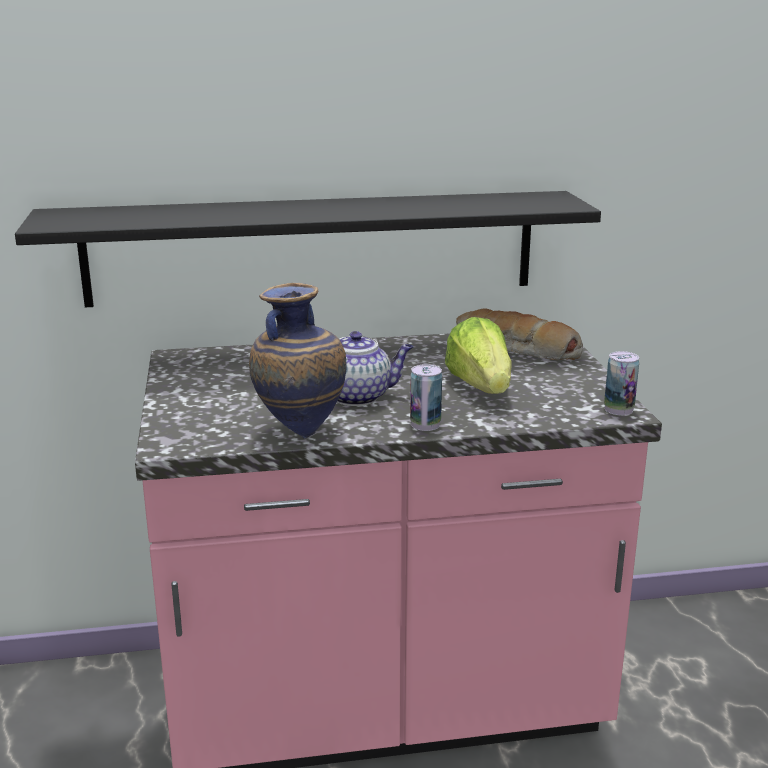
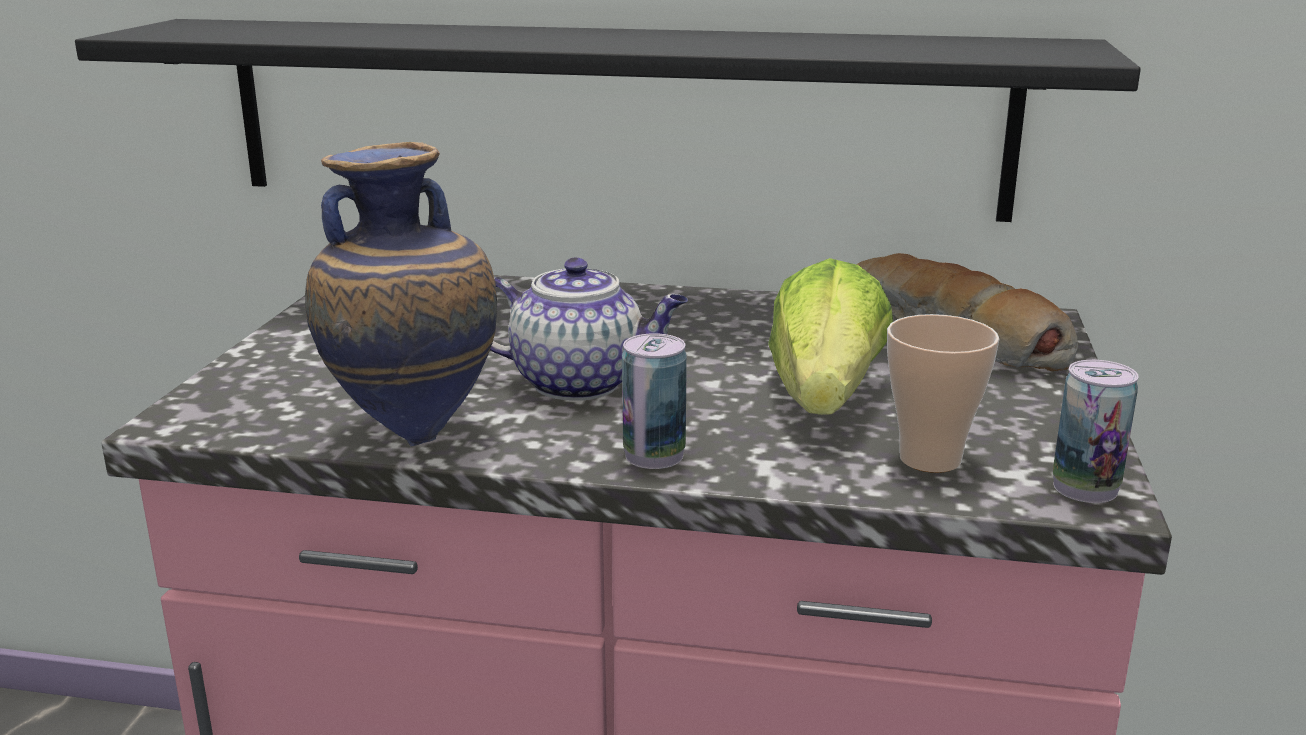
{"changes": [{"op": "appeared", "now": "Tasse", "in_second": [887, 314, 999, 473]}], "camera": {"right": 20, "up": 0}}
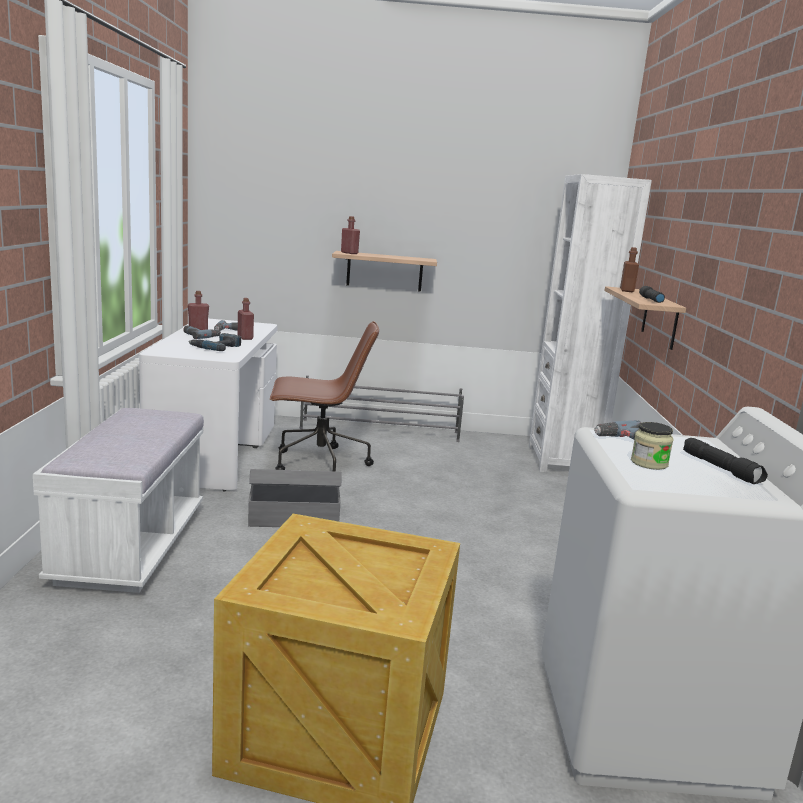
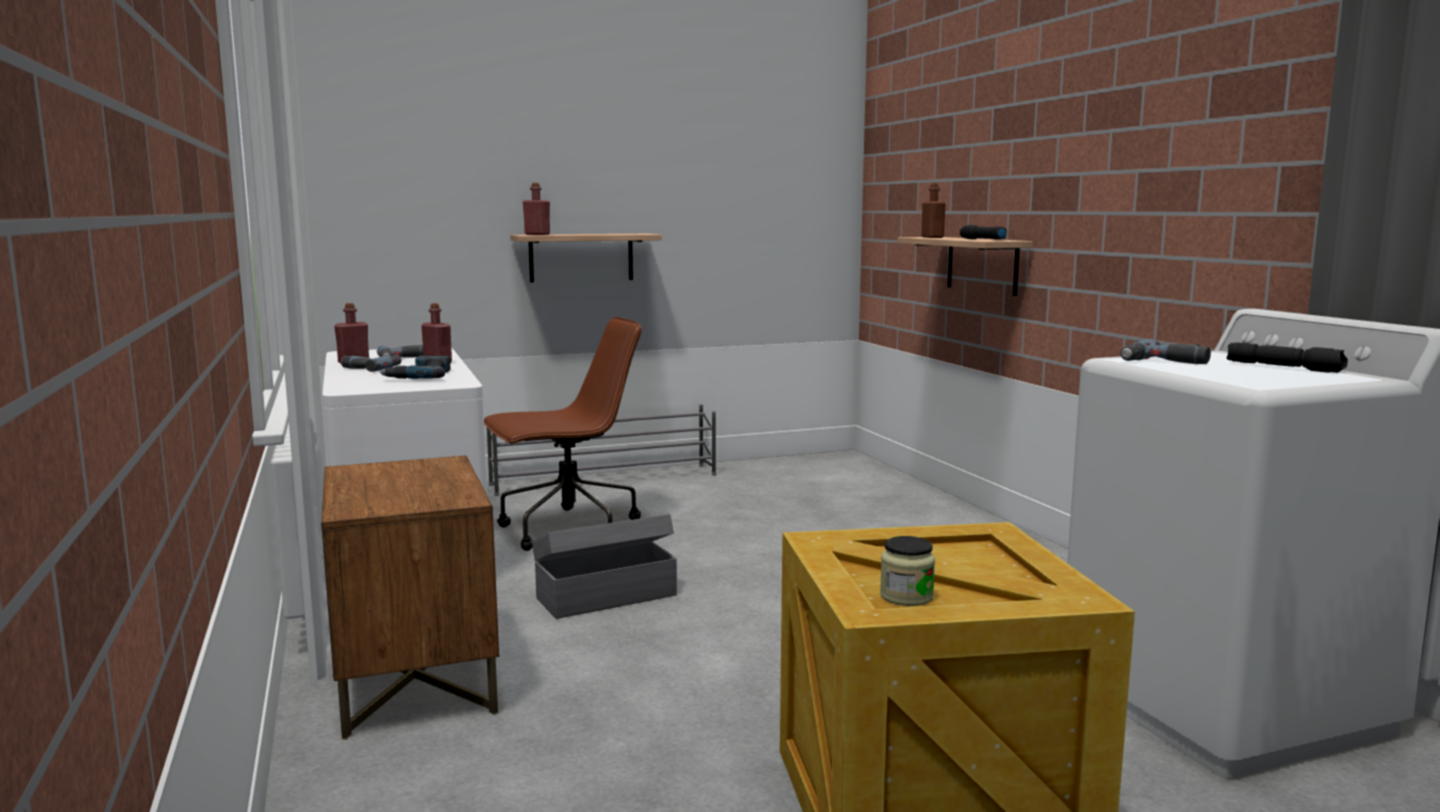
{"changes": [{"op": "exchanged", "was": "Bank/weiß", "now": "Nachttisch/braun", "in_first": [33, 408, 204, 593], "in_second": [321, 455, 499, 740]}, {"op": "relocated", "was": "Vorratsglas", "in_first": [631, 422, 673, 470], "in_second": [880, 536, 935, 606]}, {"op": "missing", "was": "Bücherregal/weiß", "in_first": [529, 174, 652, 472]}], "camera": {"right": -20, "up": -5}}
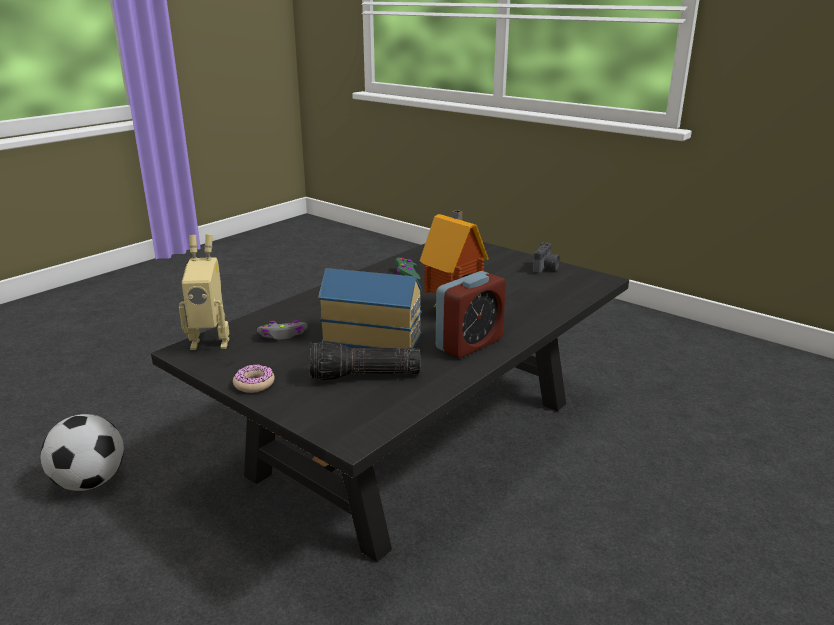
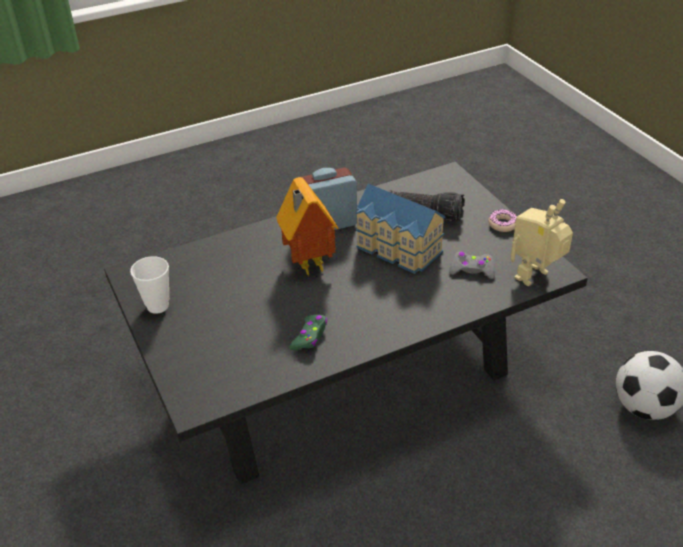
{"changes": [{"op": "exchanged", "was": "Kamera", "now": "Tasse", "in_first": [533, 242, 560, 274], "in_second": [130, 256, 169, 314]}, {"op": "spun", "was": "Spielzeugroboter", "in_first": [179, 234, 229, 350], "in_second": [511, 199, 573, 286], "clockwise": -60}], "camera": {"right": -155, "up": 15}}
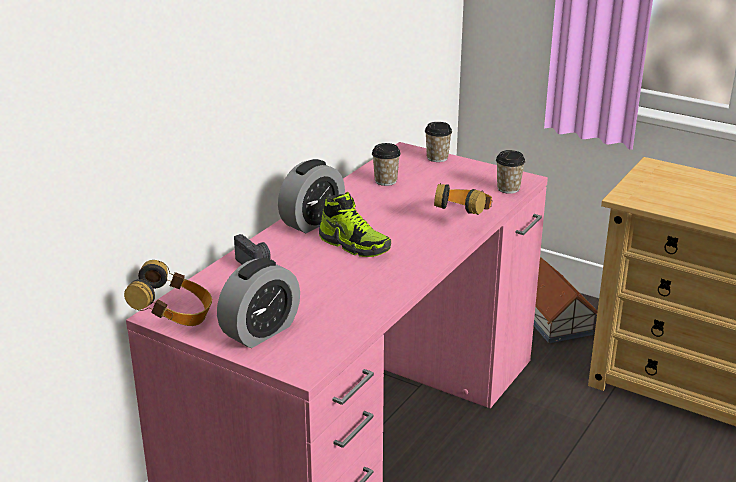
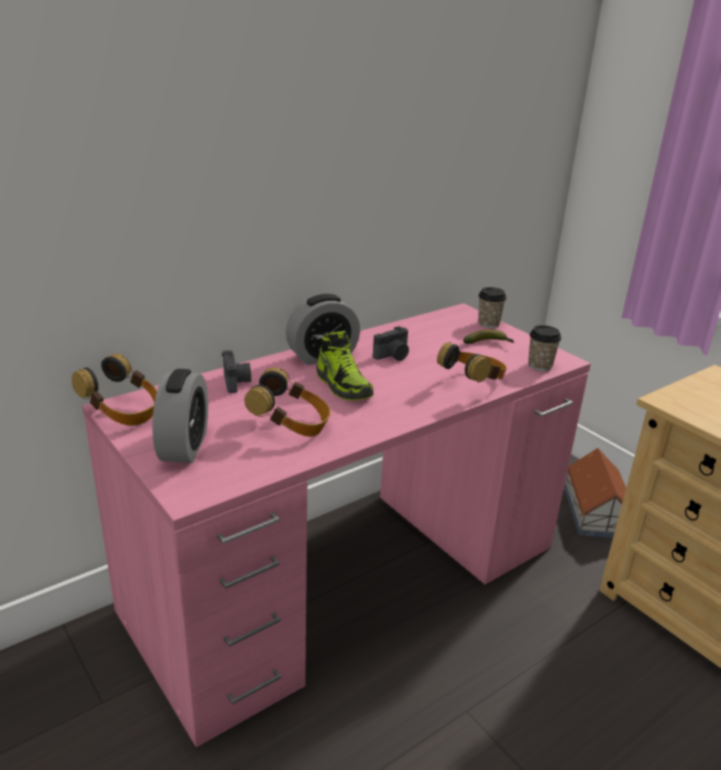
{"changes": [{"op": "spun", "was": "Wecker", "in_first": [217, 258, 300, 348], "in_second": [152, 369, 208, 463], "clockwise": -60}, {"op": "appeared", "now": "Kopfhörer", "in_second": [244, 367, 331, 437]}, {"op": "appeared", "now": "Kamera", "in_second": [373, 326, 409, 361]}, {"op": "appeared", "now": "Banane", "in_second": [463, 330, 514, 344]}, {"op": "missing", "was": "Tasse", "in_first": [372, 143, 401, 186]}], "camera": {"right": 20, "up": 0}}
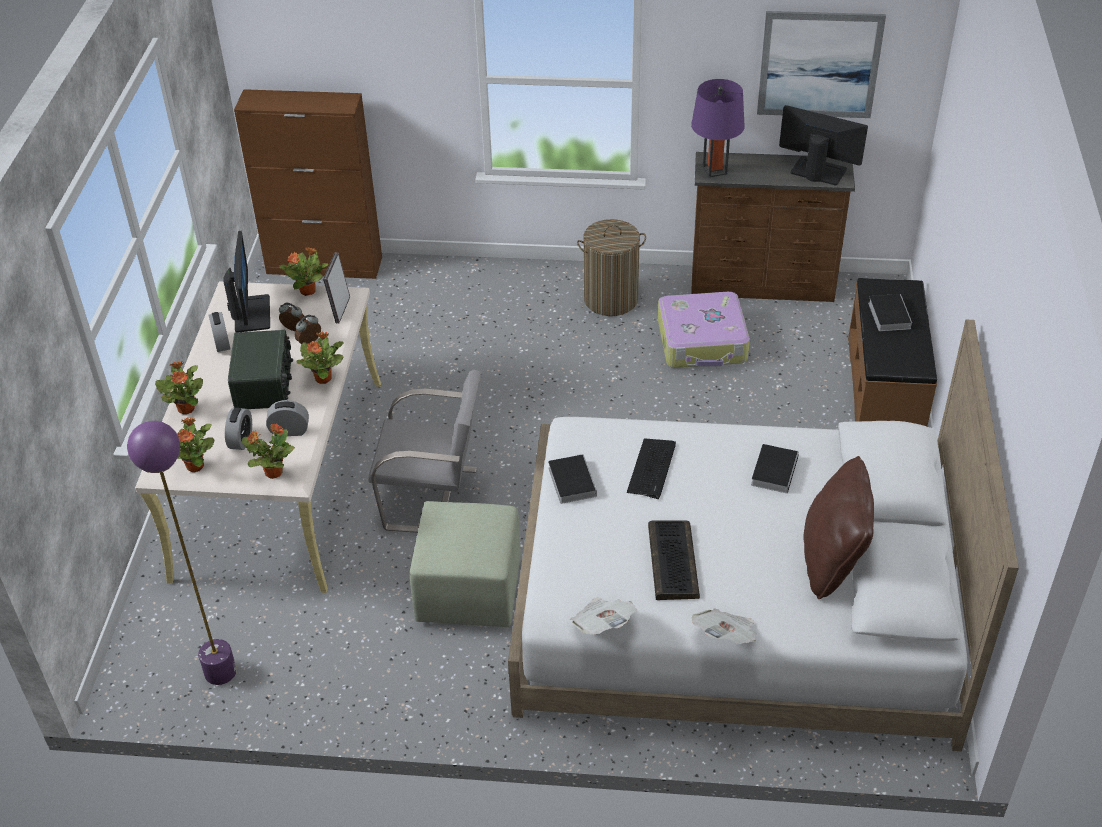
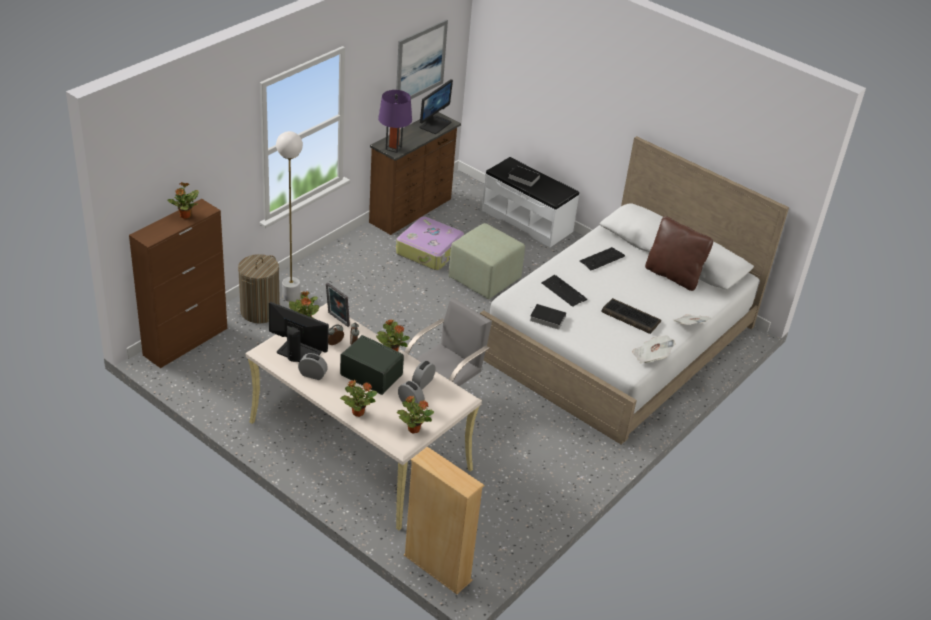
{"changes": [{"op": "relocated", "was": "Topfpflanze", "in_first": [242, 424, 295, 479], "in_second": [167, 182, 199, 219]}, {"op": "relocated", "was": "Wäschekorb", "in_first": [577, 219, 646, 316], "in_second": [238, 254, 280, 323]}, {"op": "appeared", "now": "Stehlampe/weiß", "in_second": [276, 131, 303, 302]}, {"op": "appeared", "now": "Bücherregal/beige", "in_second": [404, 447, 485, 594]}, {"op": "spun", "was": "Monitor", "in_first": [779, 105, 868, 185], "in_second": [420, 79, 453, 134], "clockwise": 150}, {"op": "relocated", "was": "Polsterhocker/grün", "in_first": [410, 501, 521, 627], "in_second": [448, 223, 525, 299]}, {"op": "colour", "was": "Bank/braun", "now": "Bank/weiß", "in_first": [848, 278, 937, 426], "in_second": [482, 157, 579, 247]}, {"op": "exchanged", "was": "Buch", "now": "Tastatur", "in_first": [751, 444, 799, 494], "in_second": [580, 247, 625, 270]}, {"op": "missing", "was": "Stehlampe/lila", "in_first": [127, 421, 237, 685]}], "camera": {"right": -60, "up": -5}}
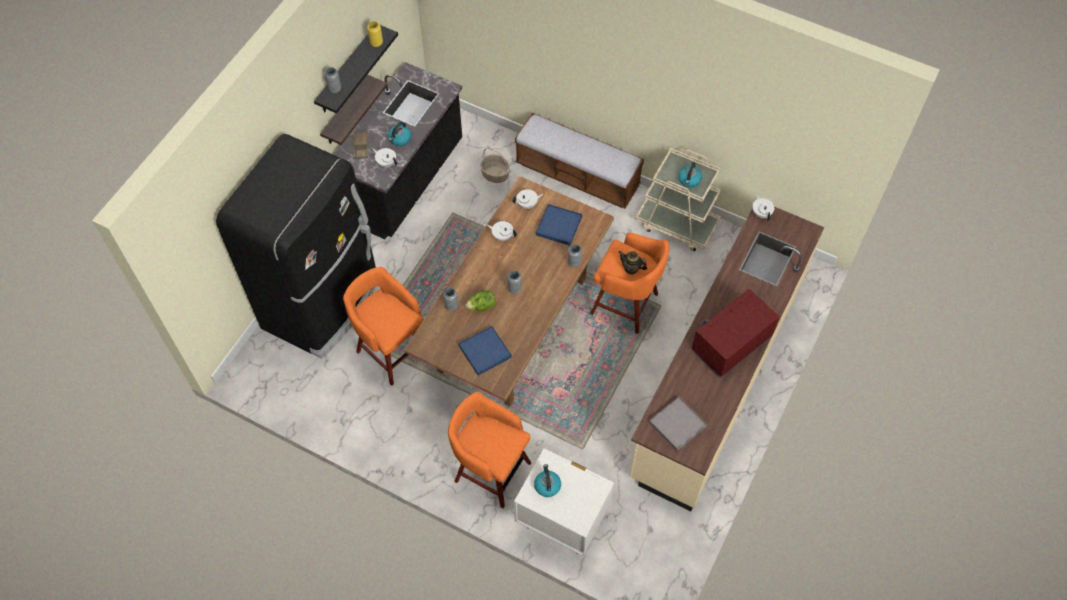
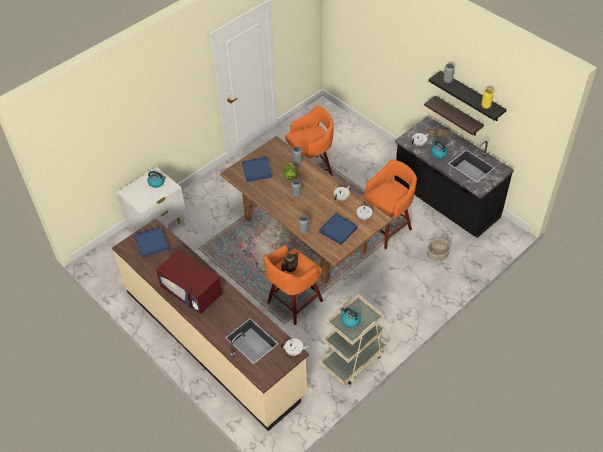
{"changes": [{"op": "colour", "was": "Tablett/grau", "now": "Tablett/blau", "in_first": [649, 397, 707, 451], "in_second": [134, 227, 169, 258]}, {"op": "spun", "was": "Mikrowelle/rot", "in_first": [692, 289, 779, 378], "in_second": [156, 250, 222, 314], "clockwise": 150}, {"op": "relocated", "was": "Hocker/orange", "in_first": [448, 392, 531, 508], "in_second": [362, 160, 417, 250]}, {"op": "missing", "was": "Kühlschrank/schwarz", "in_first": [216, 134, 376, 359]}, {"op": "missing", "was": "Bank", "in_first": [515, 113, 644, 209]}], "camera": {"right": 110, "up": -10}}
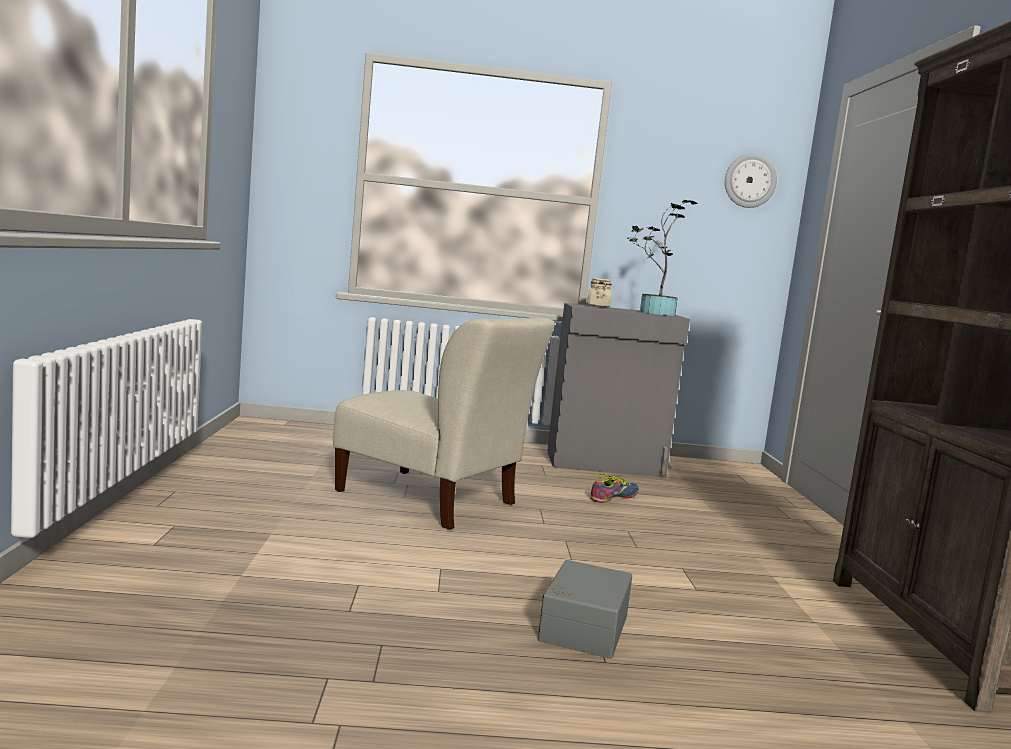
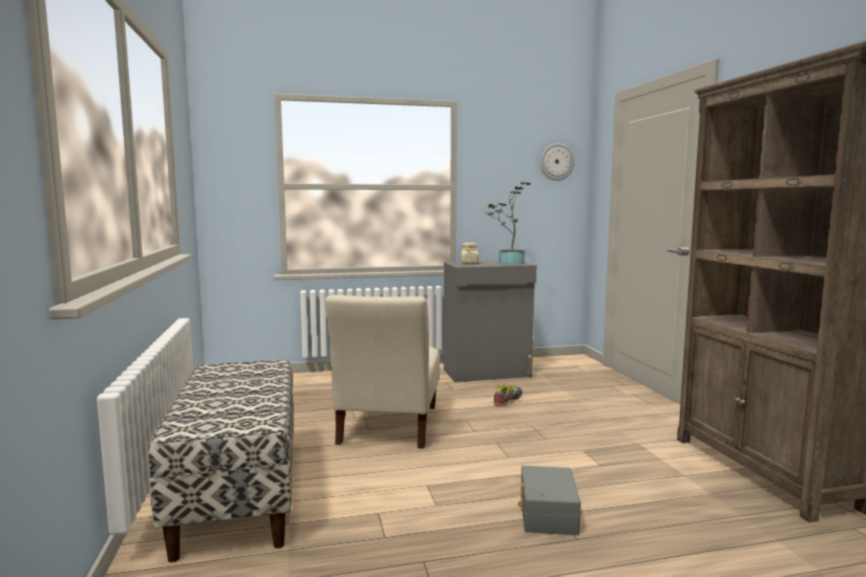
{"changes": [{"op": "appeared", "now": "Bank", "in_second": [149, 360, 293, 562]}, {"op": "spun", "was": "Stuhl/beige", "in_first": [333, 318, 555, 529], "in_second": [325, 295, 440, 448], "clockwise": 75}], "camera": {"right": -10, "up": 0}}
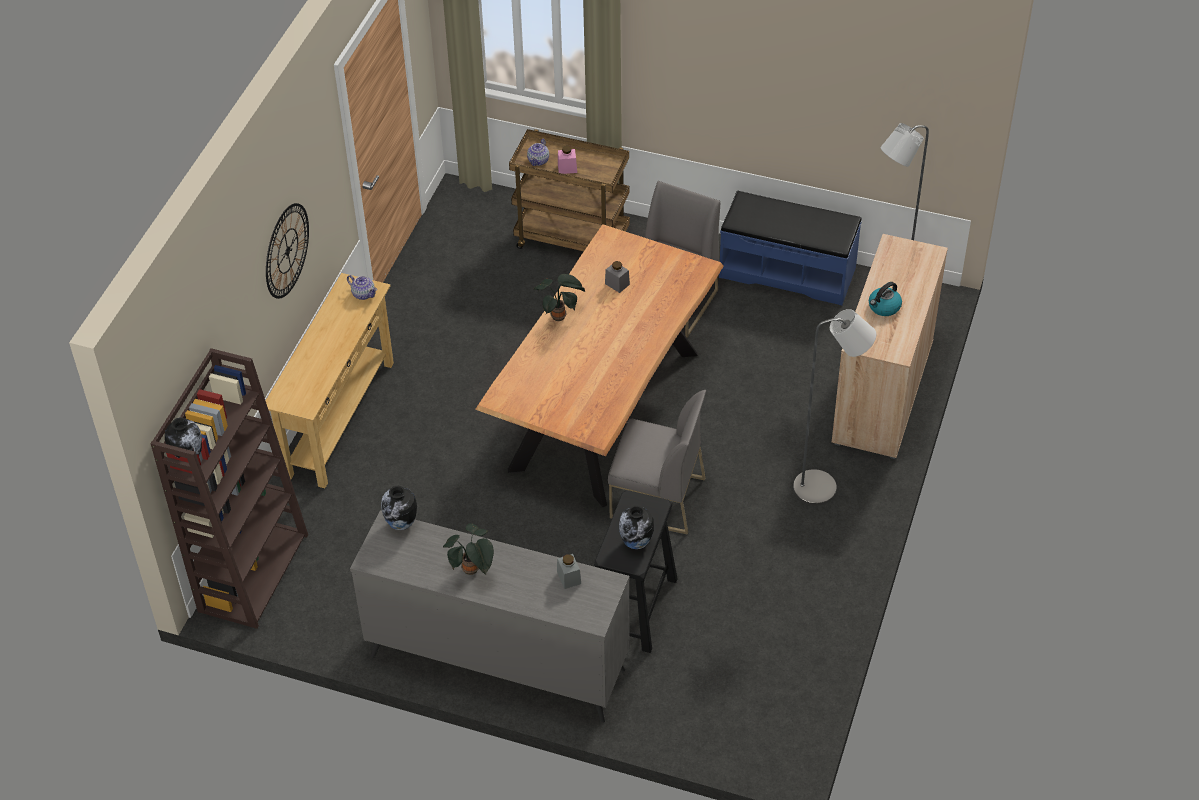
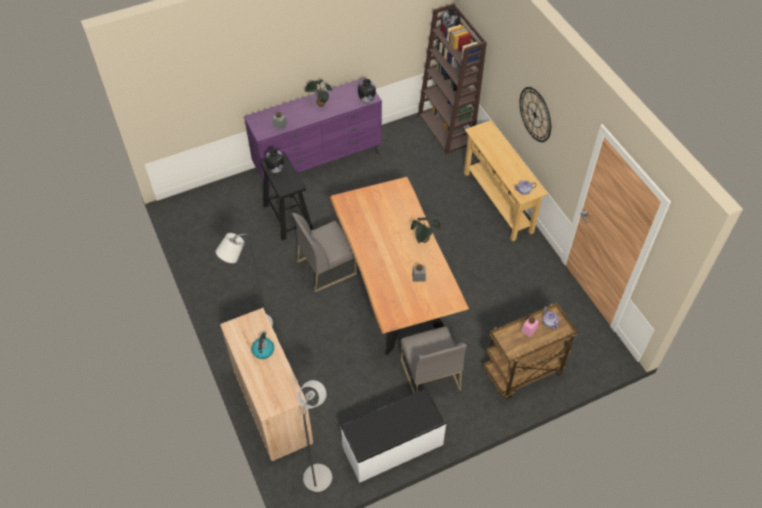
{"changes": [{"op": "colour", "was": "Kommode/grau", "now": "Kommode/lila", "in_first": [350, 510, 630, 723], "in_second": [244, 77, 382, 189]}, {"op": "colour", "was": "Bank/blau", "now": "Bank/weiß", "in_first": [719, 191, 862, 305], "in_second": [340, 389, 446, 483]}], "camera": {"right": 135, "up": 5}}
